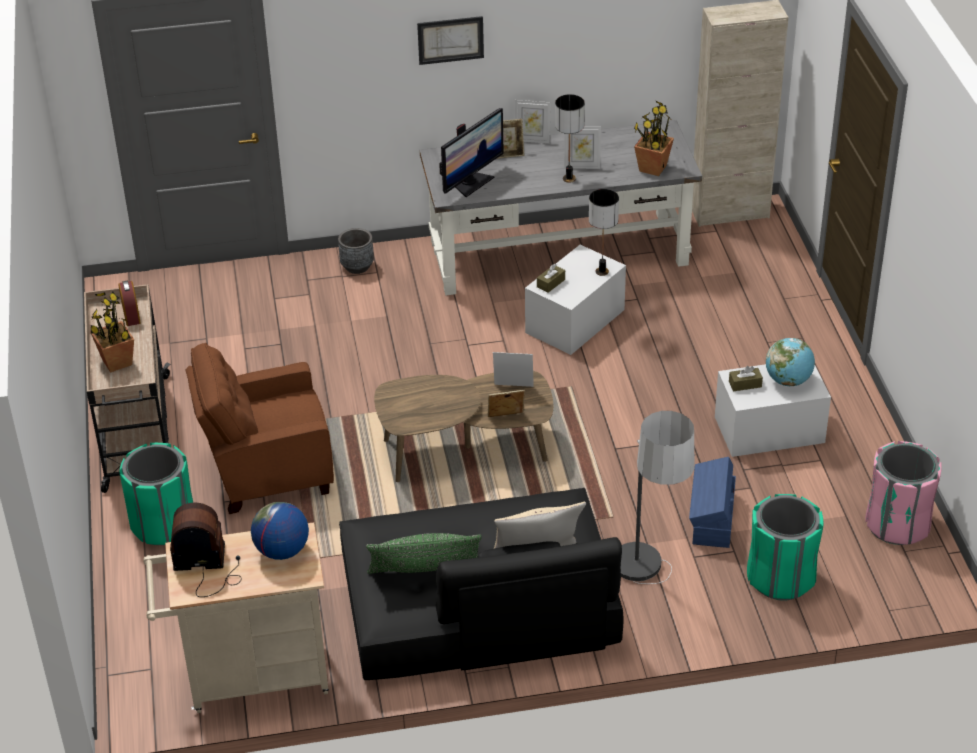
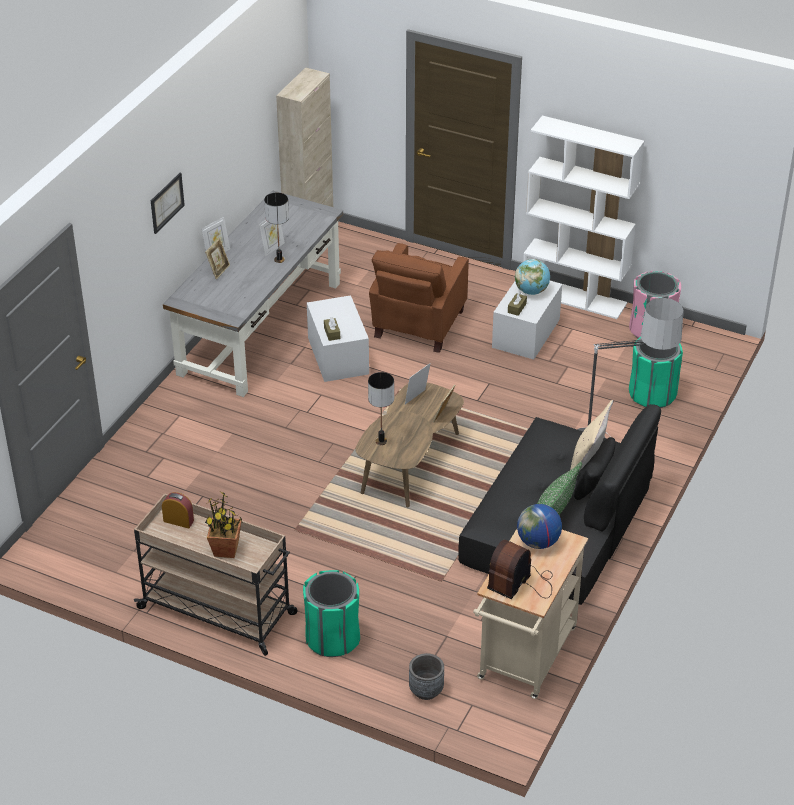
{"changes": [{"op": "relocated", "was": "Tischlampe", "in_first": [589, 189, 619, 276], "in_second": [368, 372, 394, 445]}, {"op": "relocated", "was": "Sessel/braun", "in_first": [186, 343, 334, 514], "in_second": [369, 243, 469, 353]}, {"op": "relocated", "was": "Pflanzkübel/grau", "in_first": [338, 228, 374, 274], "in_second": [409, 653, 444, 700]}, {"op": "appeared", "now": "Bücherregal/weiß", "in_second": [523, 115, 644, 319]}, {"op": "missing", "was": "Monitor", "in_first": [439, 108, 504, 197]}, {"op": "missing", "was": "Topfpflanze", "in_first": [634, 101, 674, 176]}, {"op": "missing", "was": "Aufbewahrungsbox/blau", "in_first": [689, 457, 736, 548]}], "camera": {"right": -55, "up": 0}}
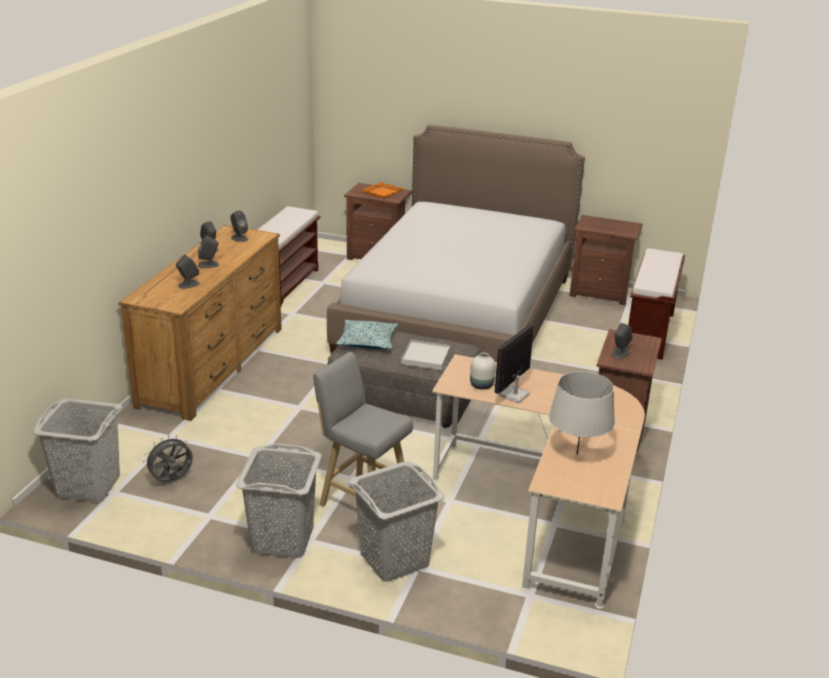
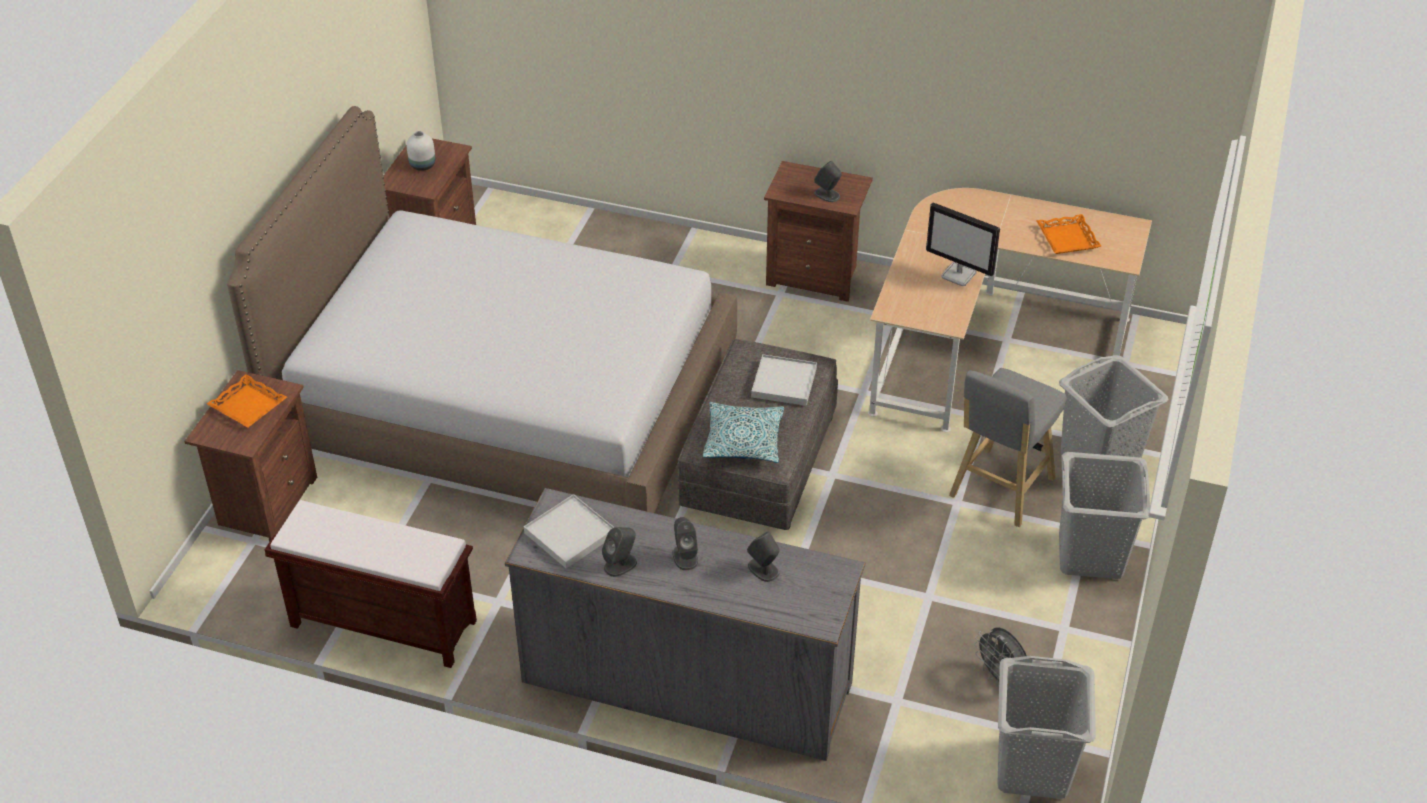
{"changes": [{"op": "relocated", "was": "Vase/weiß", "in_first": [470, 353, 496, 389], "in_second": [406, 131, 435, 171]}, {"op": "colour", "was": "Kommode/braun", "now": "Kommode/grau", "in_first": [118, 225, 282, 421], "in_second": [505, 488, 865, 761]}, {"op": "exchanged", "was": "Lautsprecher/grau", "now": "Tablett/weiß", "in_first": [230, 210, 248, 242], "in_second": [524, 494, 614, 569]}, {"op": "exchanged", "was": "Tischlampe/grau", "now": "Tablett/orange", "in_first": [549, 371, 615, 455], "in_second": [1036, 214, 1101, 254]}, {"op": "missing", "was": "Bank/braun", "in_first": [628, 248, 685, 360]}], "camera": {"right": -90, "up": 15}}
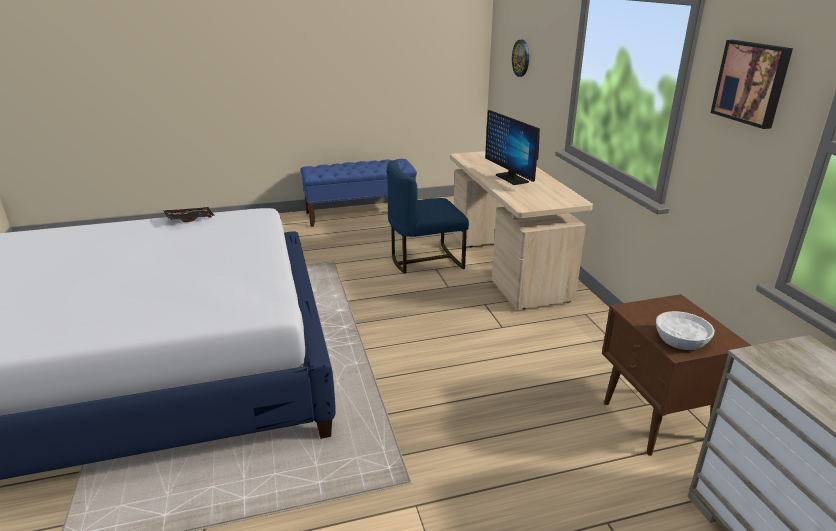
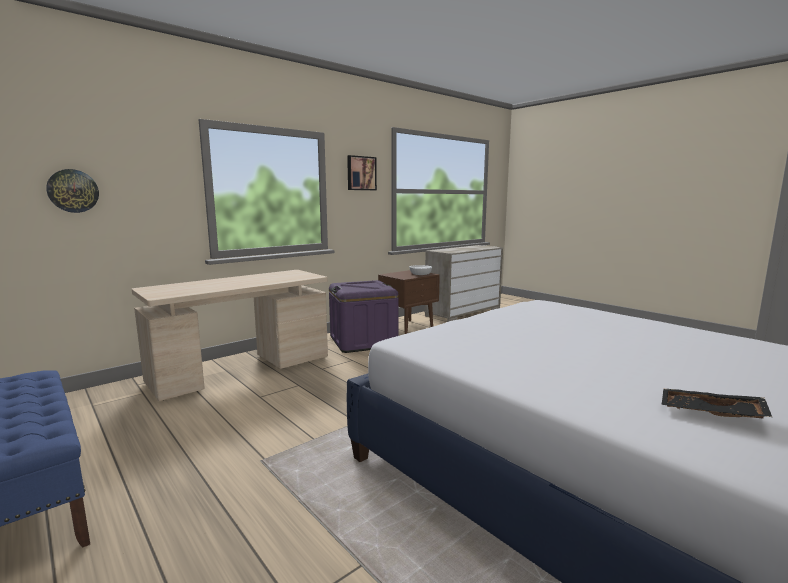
{"changes": [{"op": "appeared", "now": "Aufbewahrungsbox/lila", "in_second": [329, 280, 398, 353]}, {"op": "relocated", "was": "Tablett/schwarz", "in_first": [163, 207, 215, 222], "in_second": [661, 389, 772, 418]}, {"op": "missing", "was": "Stuhl/blau", "in_first": [387, 160, 469, 274]}, {"op": "missing", "was": "Monitor", "in_first": [485, 110, 540, 185]}], "camera": {"right": -115, "up": -15}}
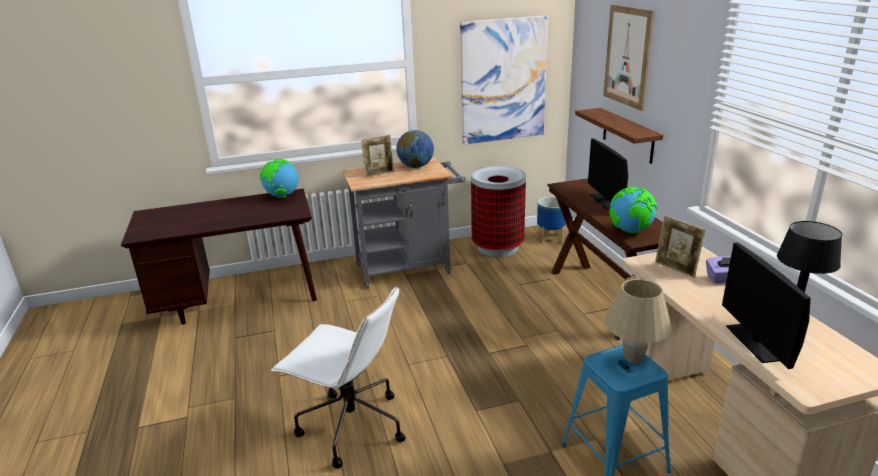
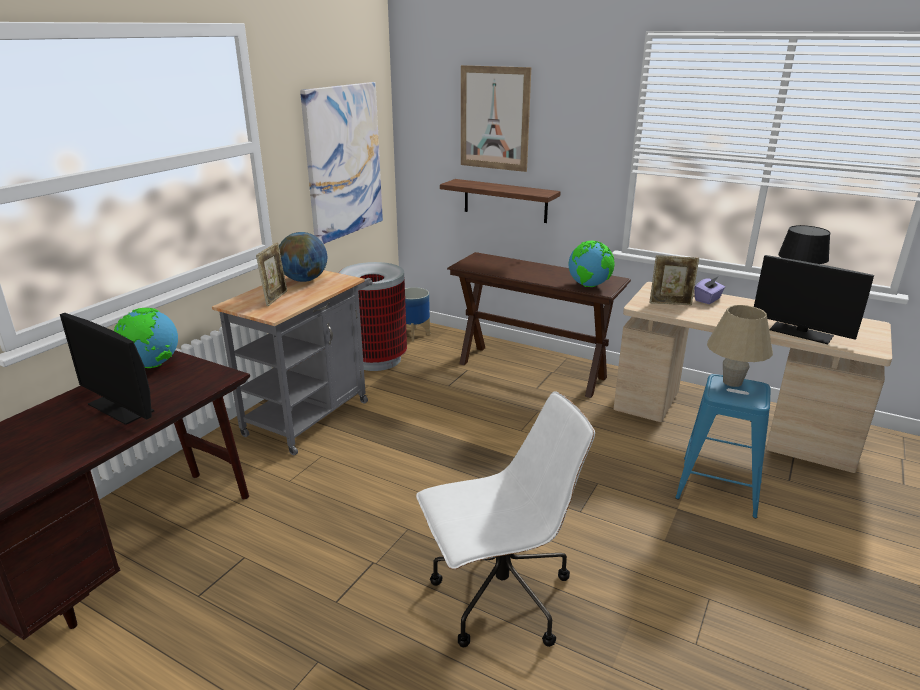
{"changes": [{"op": "relocated", "was": "Monitor", "in_first": [588, 138, 628, 210], "in_second": [60, 313, 154, 425]}], "camera": {"right": -45, "up": 0}}
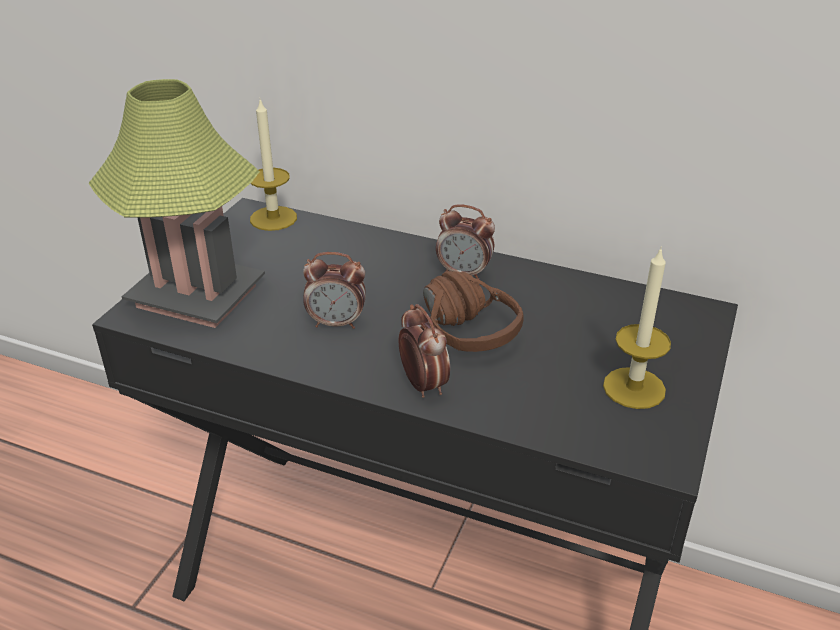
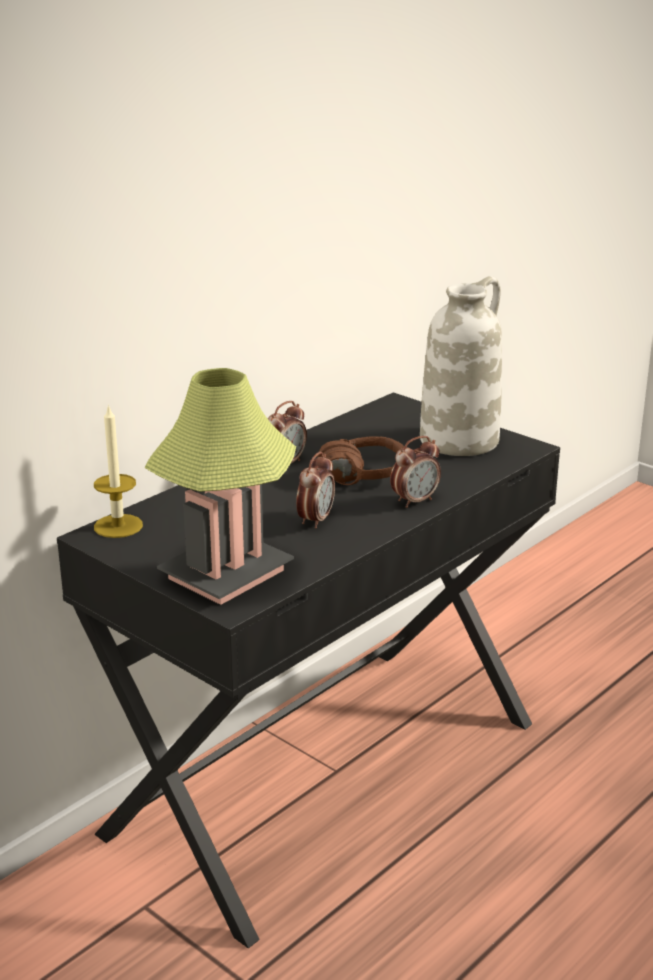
{"changes": [{"op": "spun", "was": "Wecker", "in_first": [399, 304, 450, 398], "in_second": [390, 436, 441, 508], "clockwise": 150}, {"op": "exchanged", "was": "Kerze", "now": "Vase/weiß", "in_first": [603, 247, 671, 409], "in_second": [420, 276, 502, 456]}], "camera": {"right": -70, "up": -10}}
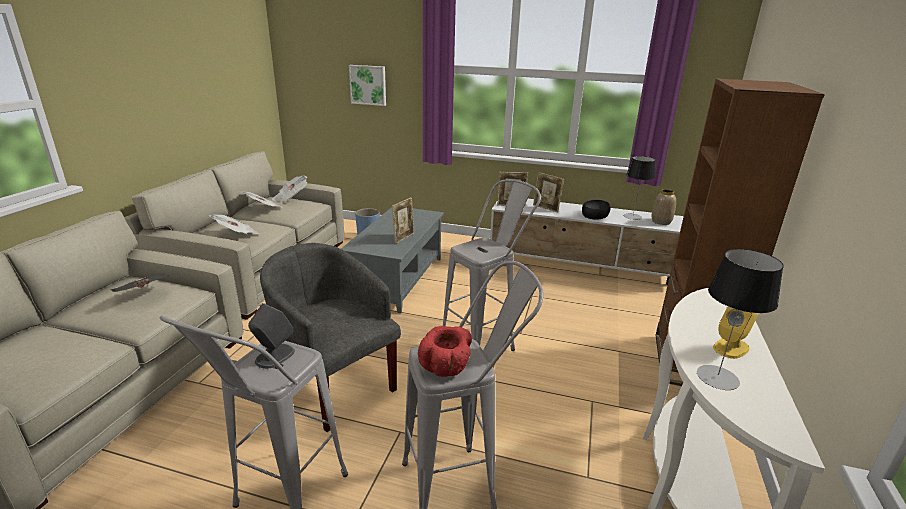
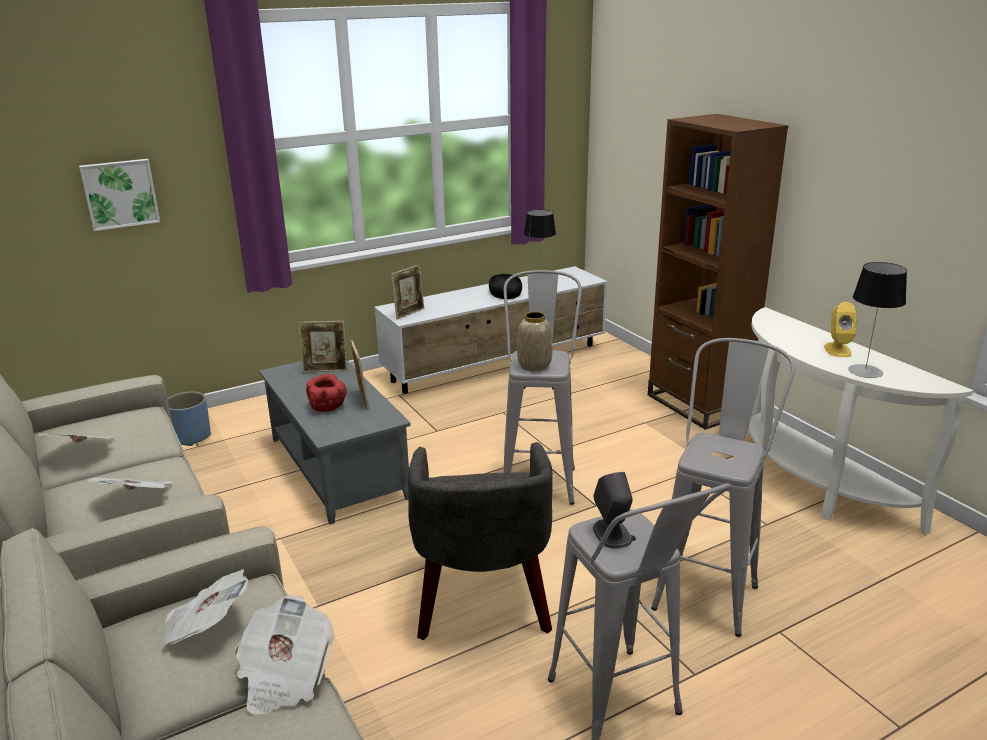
{"changes": [{"op": "relocated", "was": "Zeitung", "in_first": [272, 176, 307, 202], "in_second": [235, 595, 334, 715]}, {"op": "relocated", "was": "Bilderrahmen", "in_first": [533, 172, 564, 213], "in_second": [298, 321, 348, 373]}, {"op": "relocated", "was": "Schüssel/rot", "in_first": [418, 326, 472, 377], "in_second": [306, 374, 347, 412]}, {"op": "spun", "was": "Sessel/grau", "in_first": [260, 243, 401, 432], "in_second": [408, 442, 553, 640], "clockwise": -90}, {"op": "relocated", "was": "Vase", "in_first": [651, 189, 676, 225], "in_second": [517, 312, 552, 372]}], "camera": {"right": -45, "up": 0}}
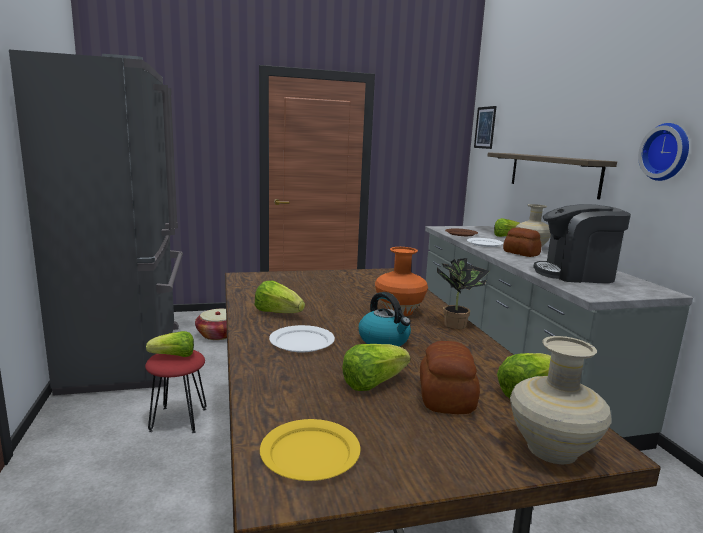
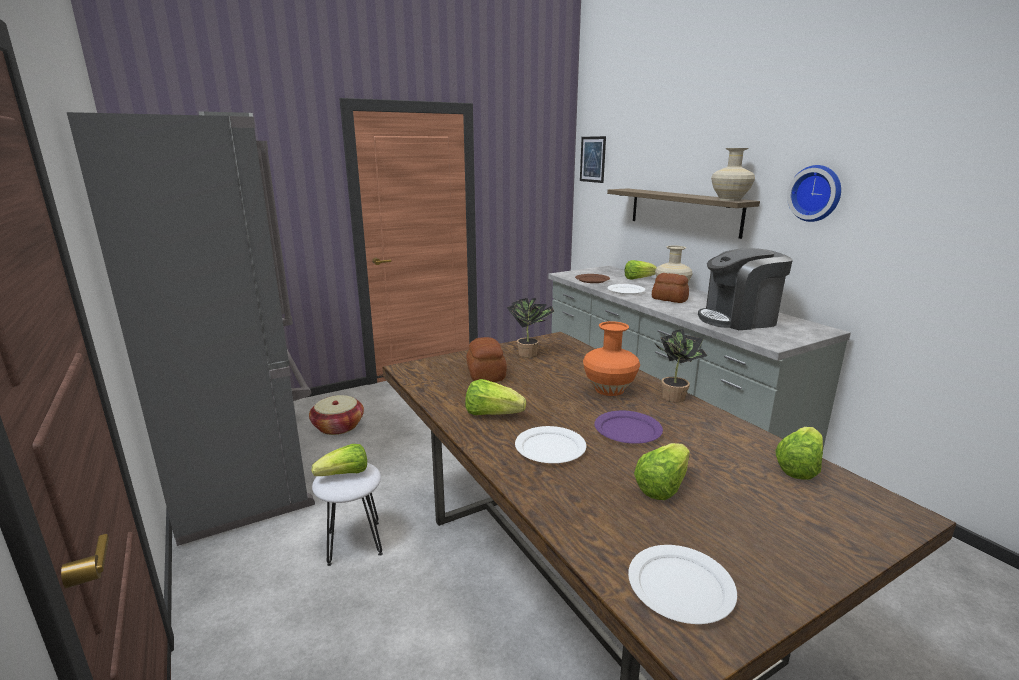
{"changes": [{"op": "colour", "was": "Hocker/rot", "now": "Hocker/weiß", "in_first": [145, 350, 207, 433], "in_second": [312, 463, 383, 566]}, {"op": "relocated", "was": "Brot", "in_first": [420, 341, 480, 414], "in_second": [466, 337, 507, 382]}, {"op": "appeared", "now": "Topfpflanze", "in_second": [506, 298, 555, 358]}, {"op": "exchanged", "was": "Wasserkessel", "now": "Teller/lila", "in_first": [359, 292, 411, 346], "in_second": [594, 411, 663, 444]}, {"op": "colour", "was": "Teller/gelb", "now": "Teller/weiß", "in_first": [260, 419, 361, 481], "in_second": [628, 545, 737, 624]}, {"op": "relocated", "was": "Vase/beige", "in_first": [510, 336, 612, 465], "in_second": [711, 148, 755, 201]}], "camera": {"right": -15, "up": 5}}
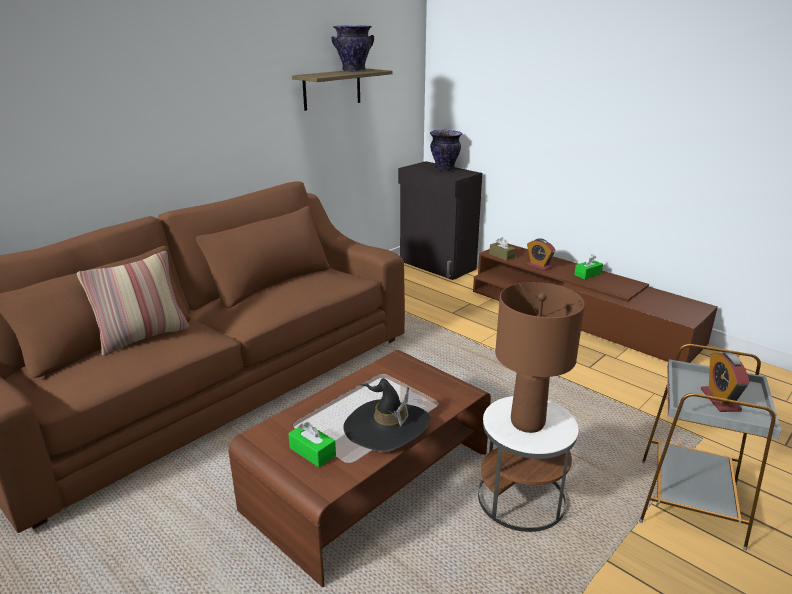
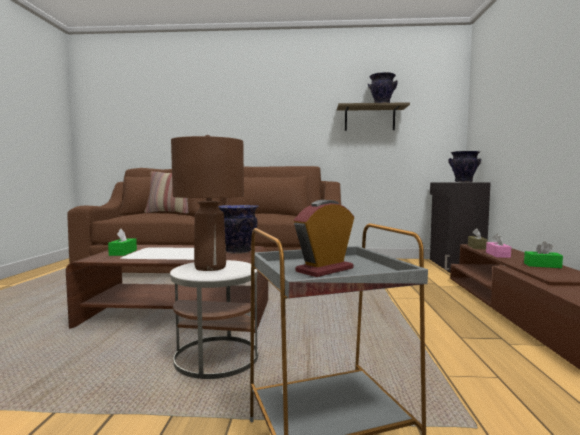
{"changes": [{"op": "appeared", "now": "Vase", "in_second": [218, 205, 259, 254]}, {"op": "exchanged", "was": "Wecker", "now": "Taschentuchbox/rosa", "in_first": [526, 238, 555, 271], "in_second": [486, 234, 511, 258]}, {"op": "missing", "was": "Hut/schwarz", "in_first": [343, 378, 430, 451]}], "camera": {"right": 50, "up": -20}}
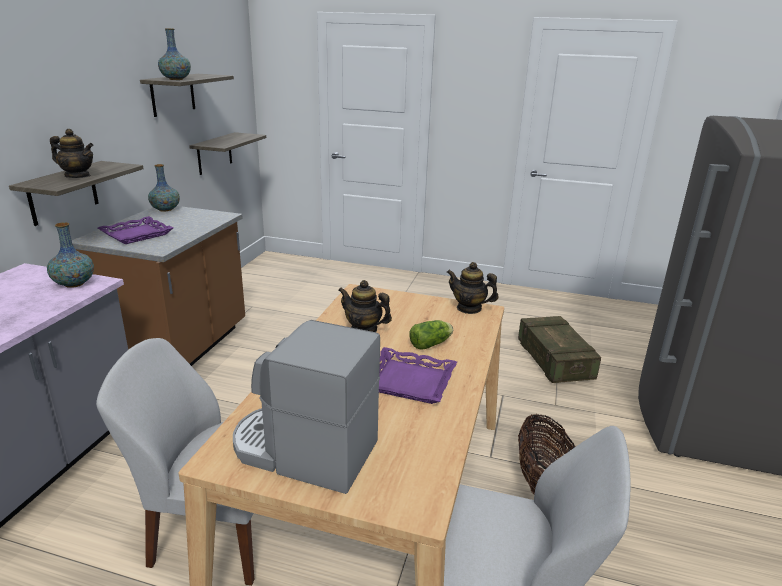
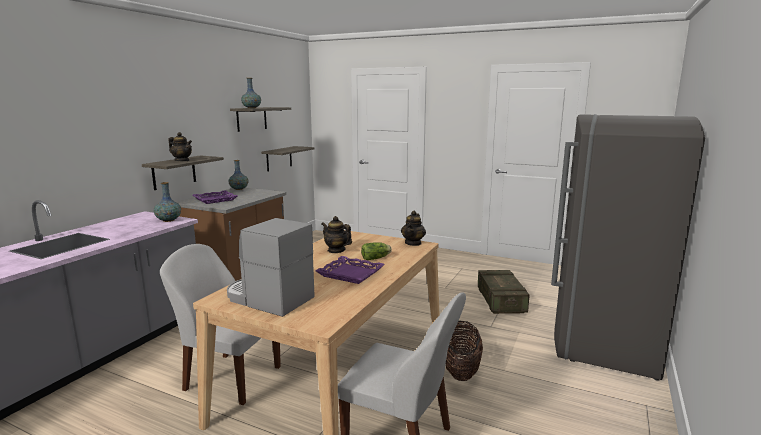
{"changes": [{"op": "spun", "was": "Teekanne", "in_first": [447, 262, 498, 314], "in_second": [401, 210, 426, 246], "clockwise": -105}], "camera": {"right": 10, "up": -10}}
